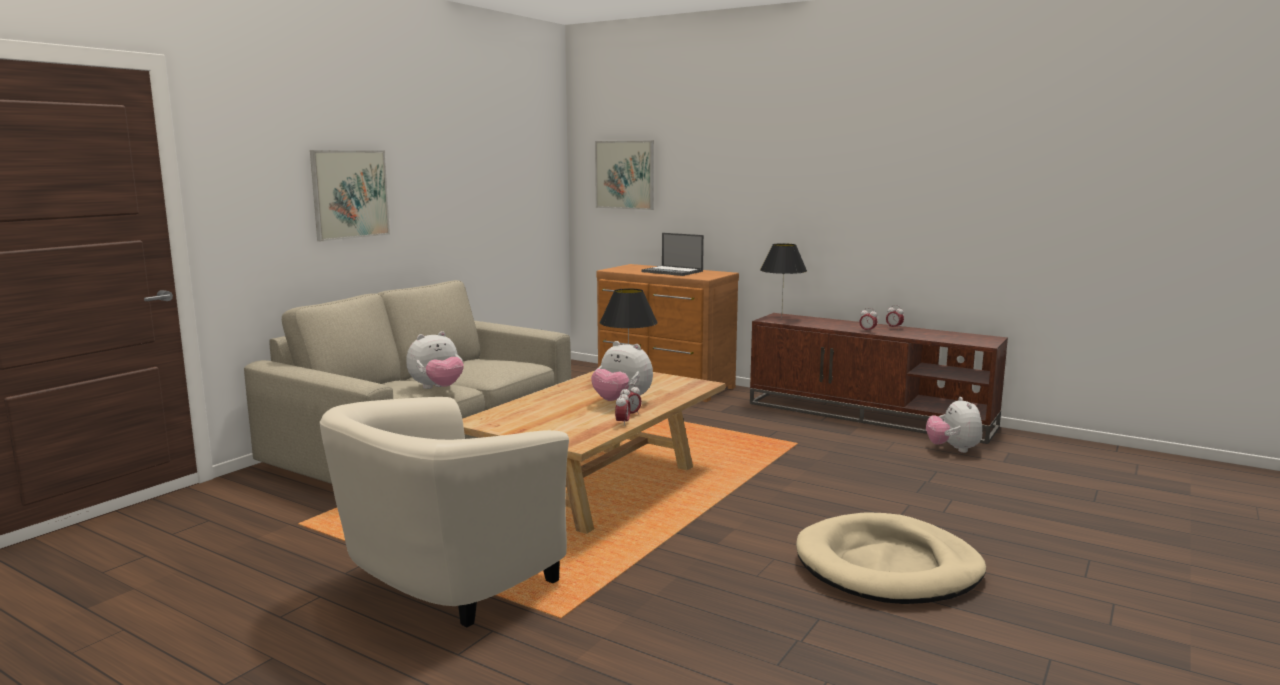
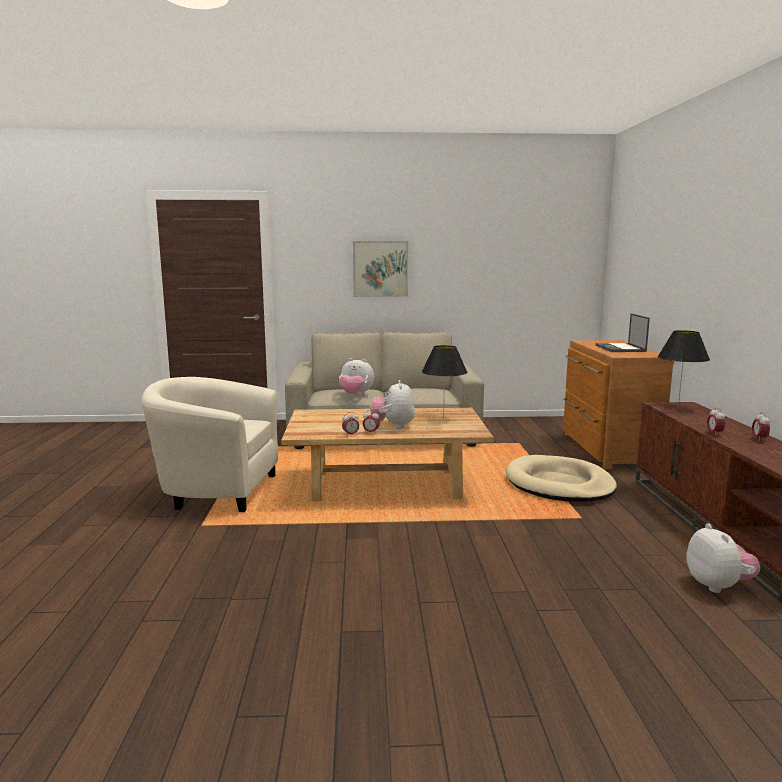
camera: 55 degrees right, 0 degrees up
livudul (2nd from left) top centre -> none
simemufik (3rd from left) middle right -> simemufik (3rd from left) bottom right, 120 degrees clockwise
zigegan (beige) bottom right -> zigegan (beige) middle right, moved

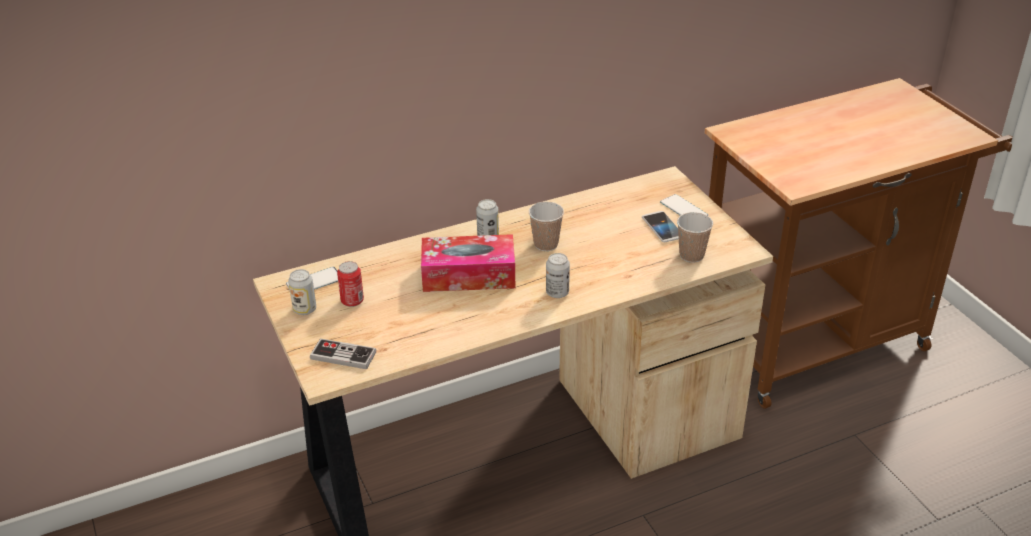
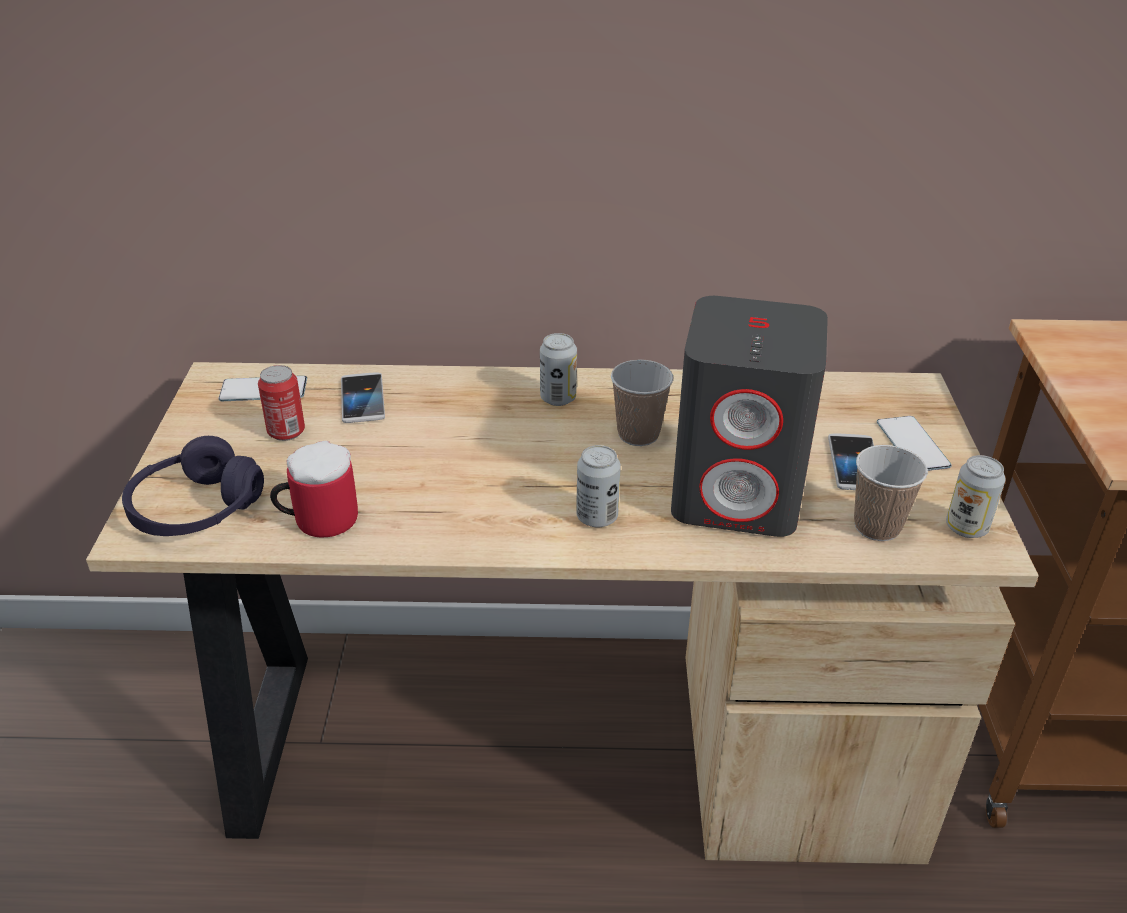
camera: 25 degrees right, 0 degrees up
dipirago centre -> none
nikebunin (1st from left in the first image) middle left -> nikebunin (4th from left) middle right, moved
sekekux middle left -> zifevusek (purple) middle left
none -> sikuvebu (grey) centre
none -> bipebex (2nd from left) middle left
none -> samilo middle left

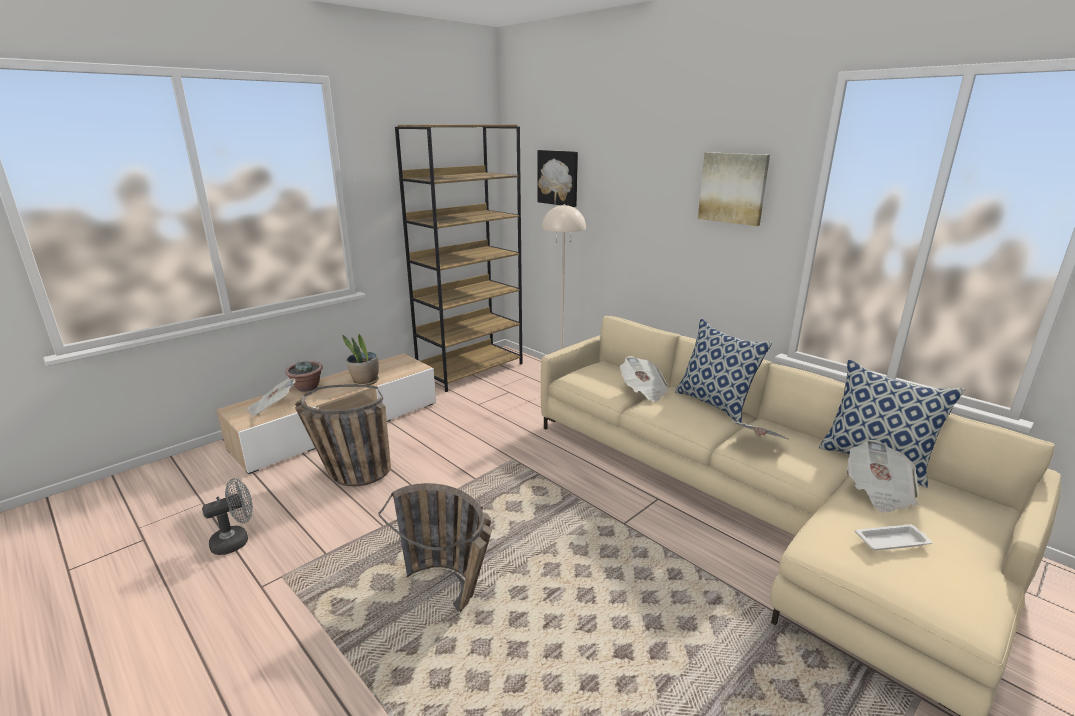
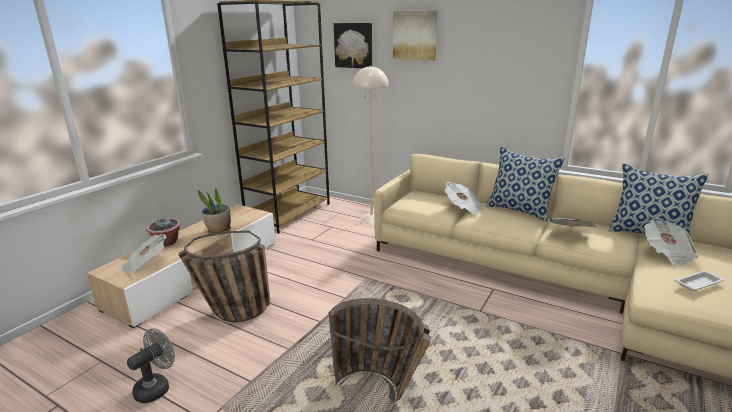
camera: 15 degrees left, 0 degrees up
livudul (2nd from left) top right -> livudul (2nd from left) top centre, moved

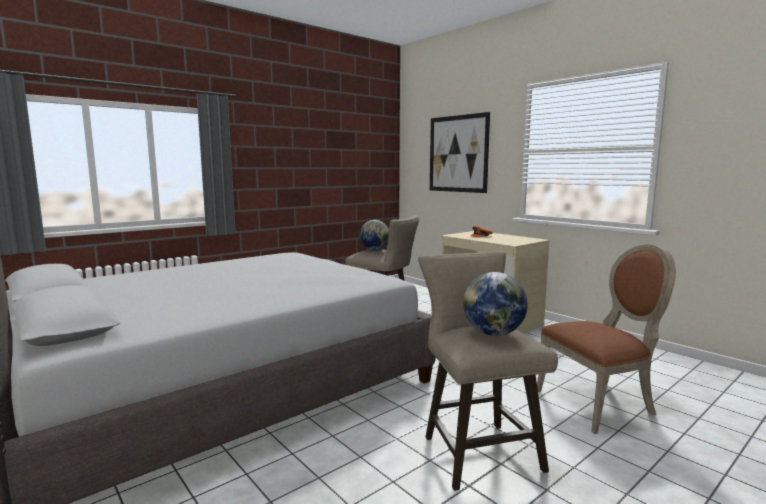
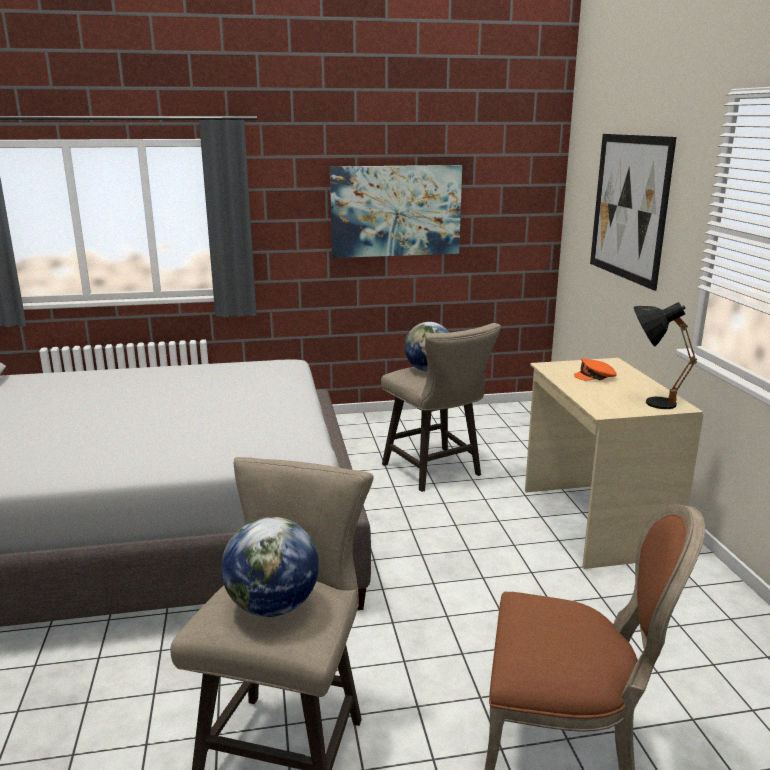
camera: 30 degrees right, 10 degrees up
none -> livudul (1st from left) top centre
none -> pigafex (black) middle right

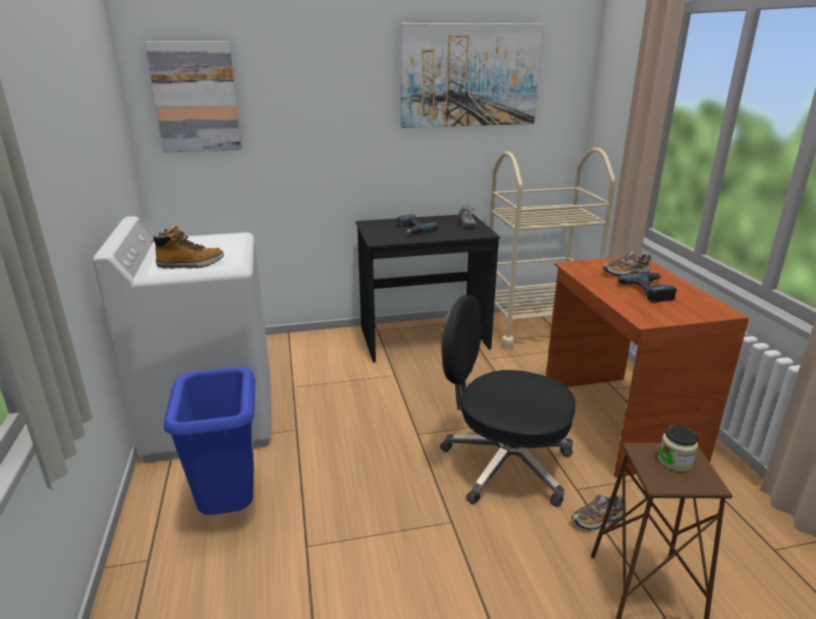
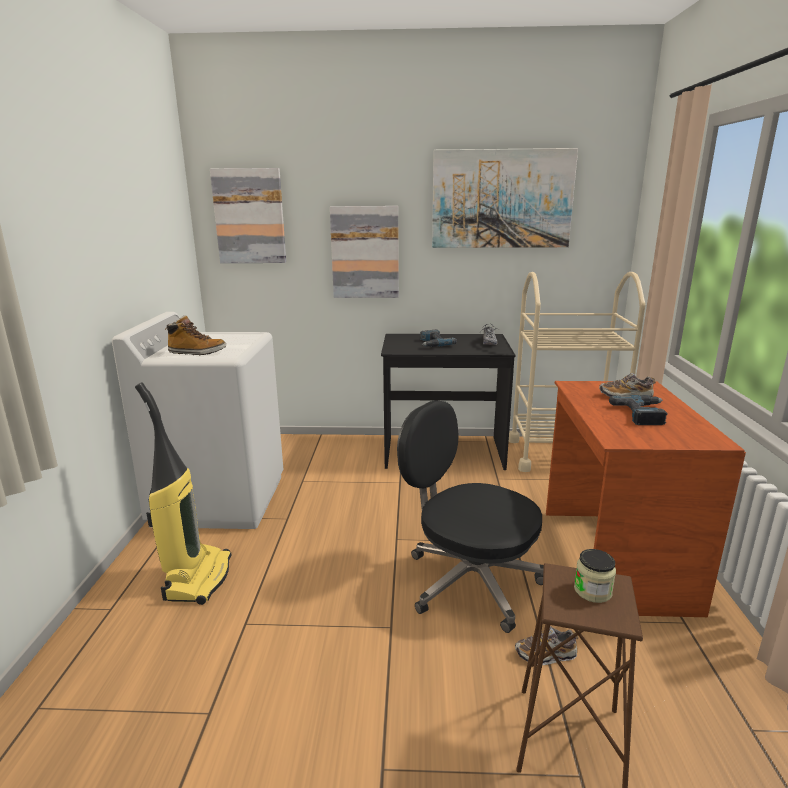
camera: 15 degrees right, 5 degrees down
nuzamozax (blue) bottom left -> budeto middle left
none -> livudul (2nd from left) top centre

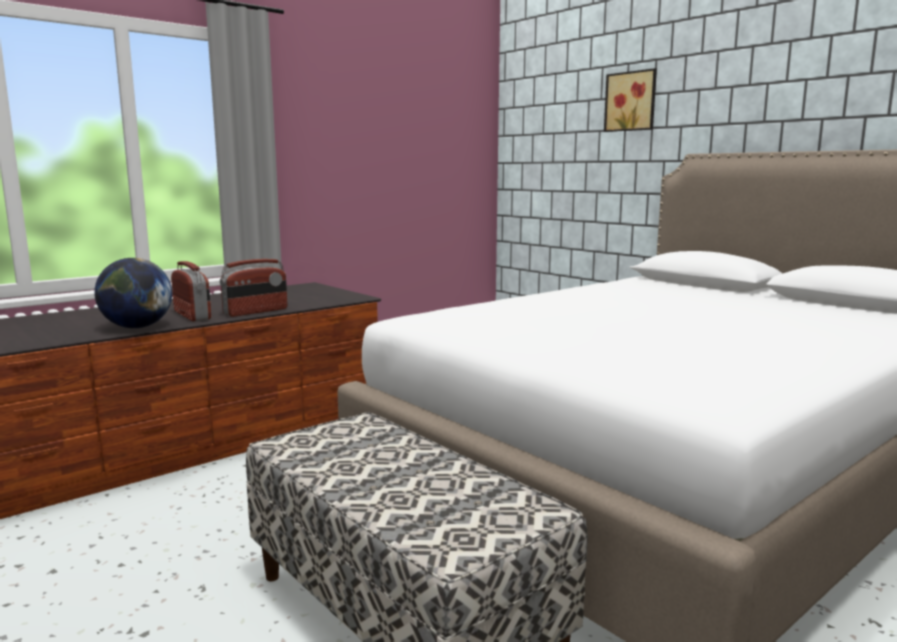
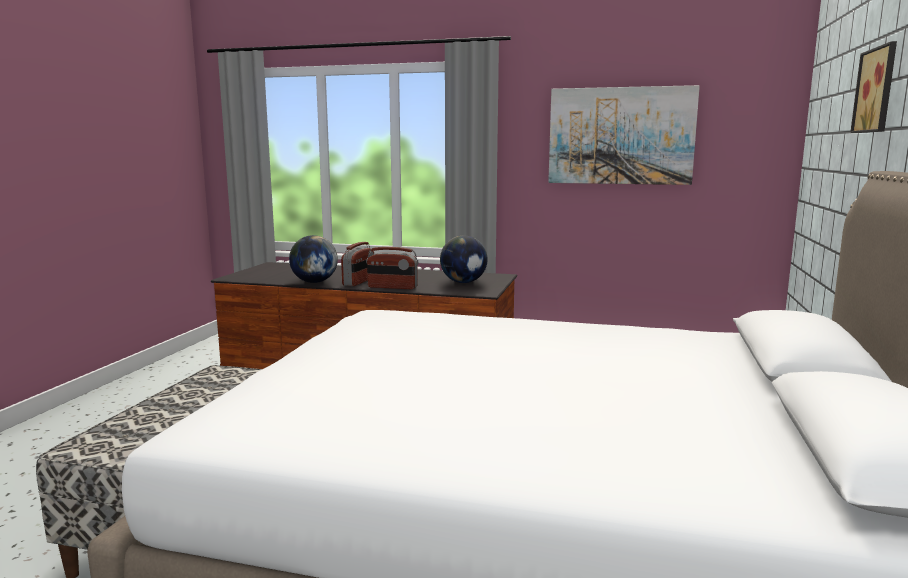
camera: 55 degrees right, 0 degrees up
none -> livudul (1st from left) top right
none -> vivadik (2nd from left) centre

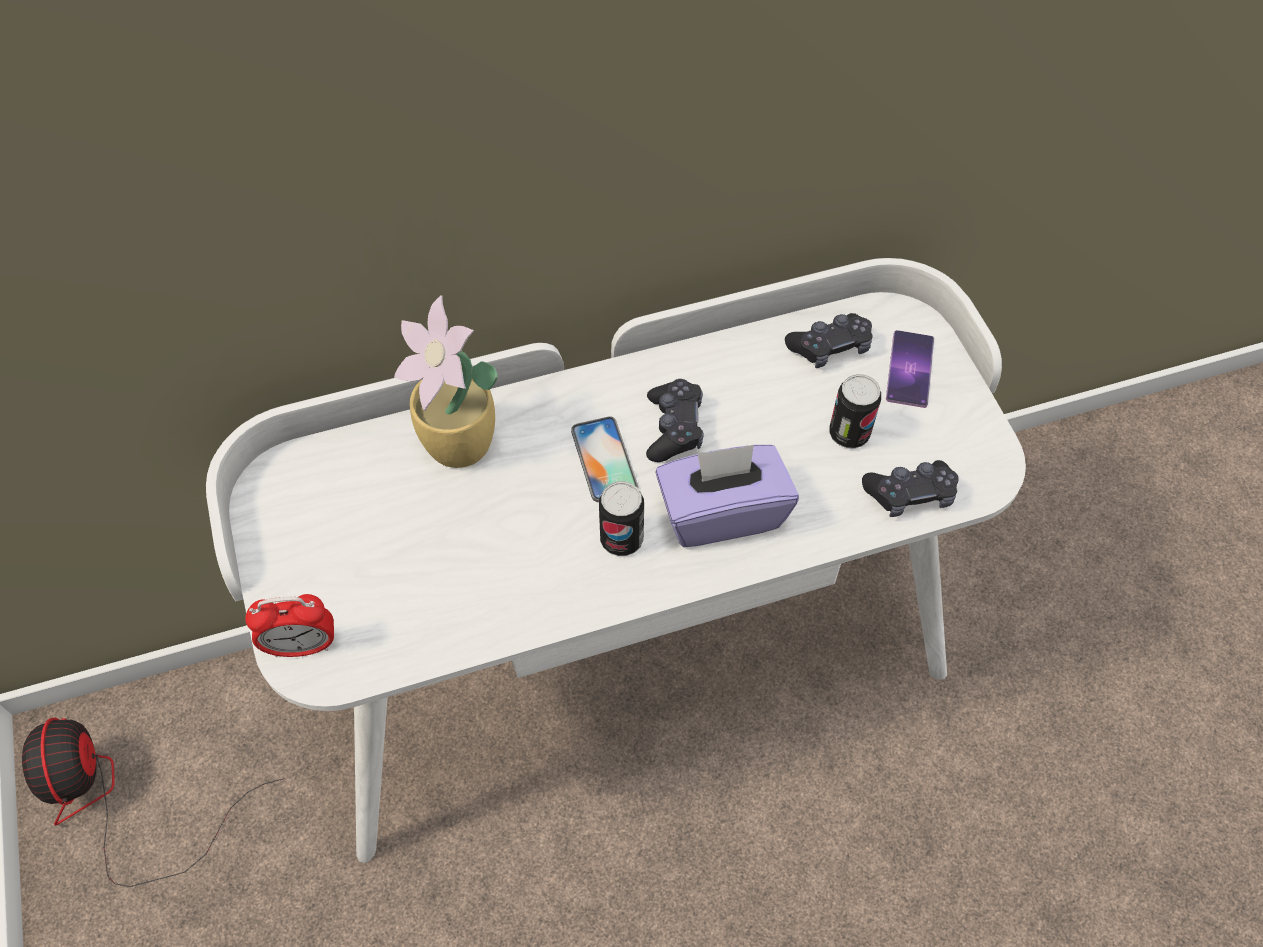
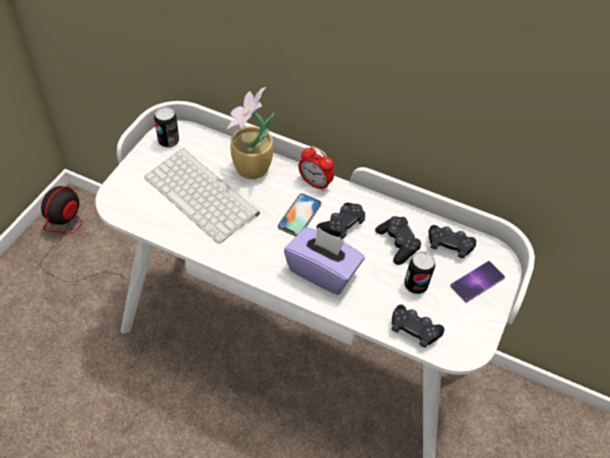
camera: 40 degrees right, 5 degrees down
nikebunin (1st from left) centre -> nikebunin (1st from left) top left, moved
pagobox middle left -> pagobox centre, moved
none -> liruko middle left
none -> sekekux (black) (2nd from left) centre

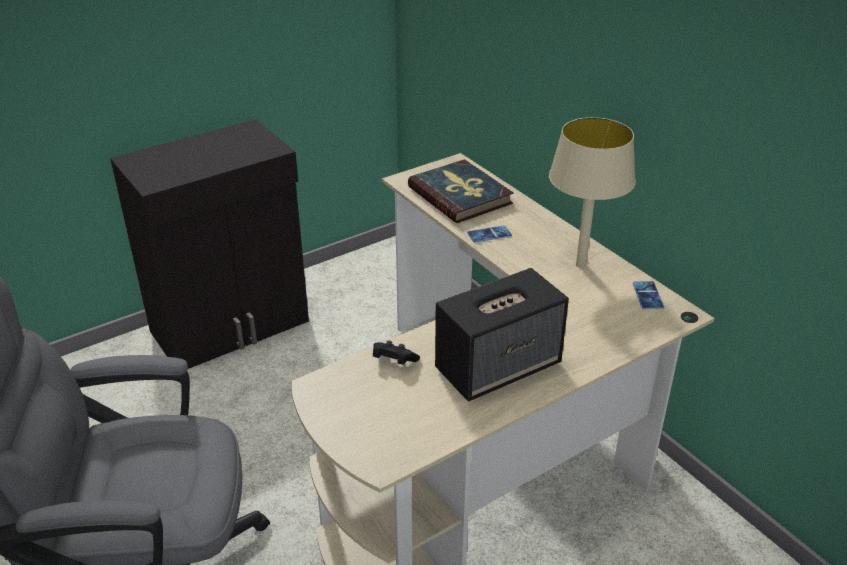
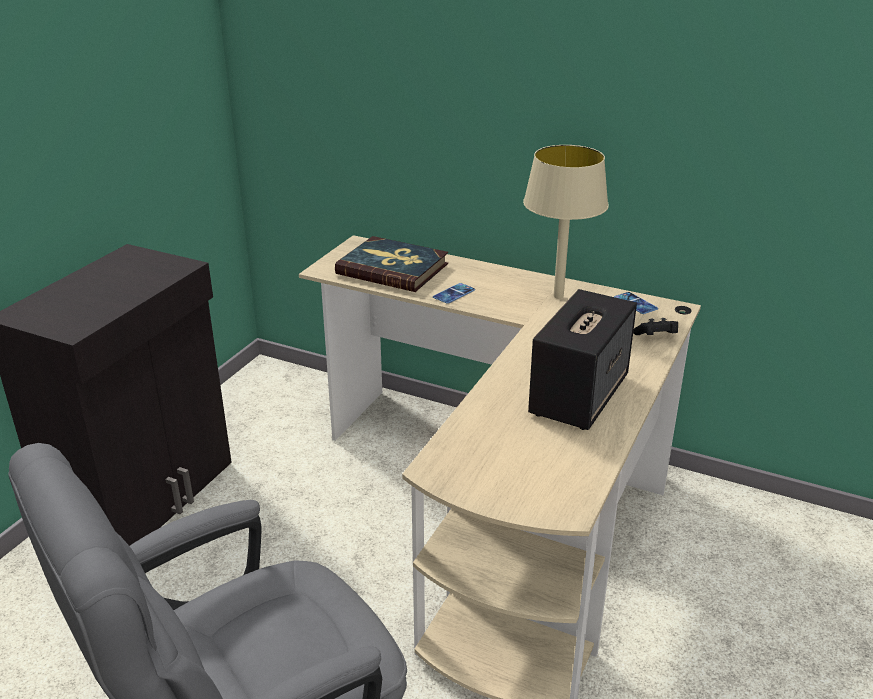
camera: 30 degrees left, 5 degrees down
sekekux (black) centre -> sekekux (black) middle right, moved

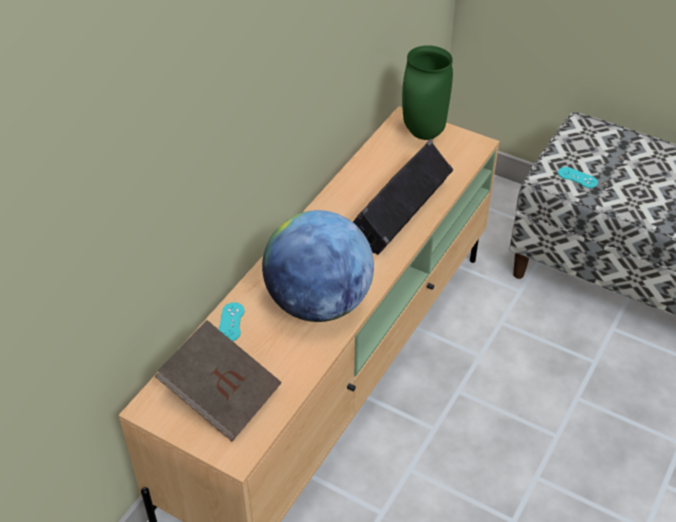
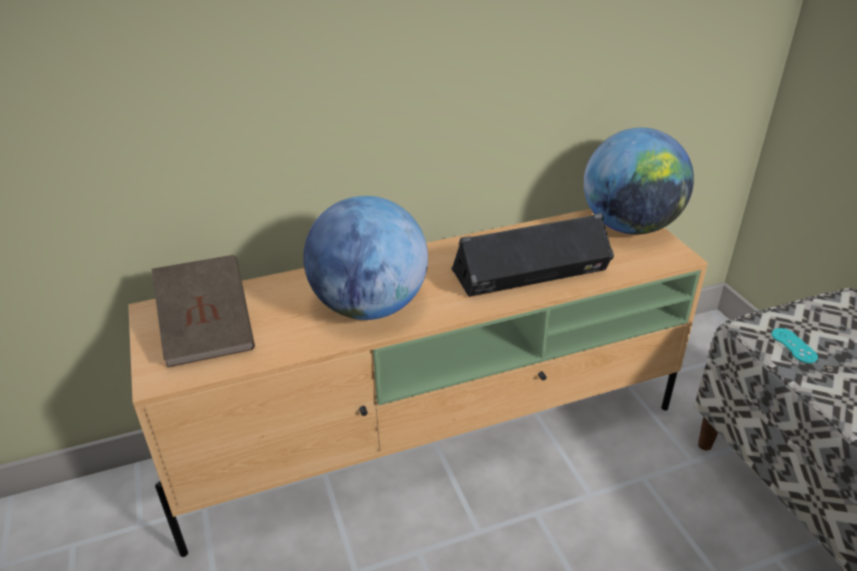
camera: 40 degrees right, 10 degrees down
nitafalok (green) top centre -> vivadik (2nd from left) top right
sekekux (turquoise) (1st from left) centre -> none

